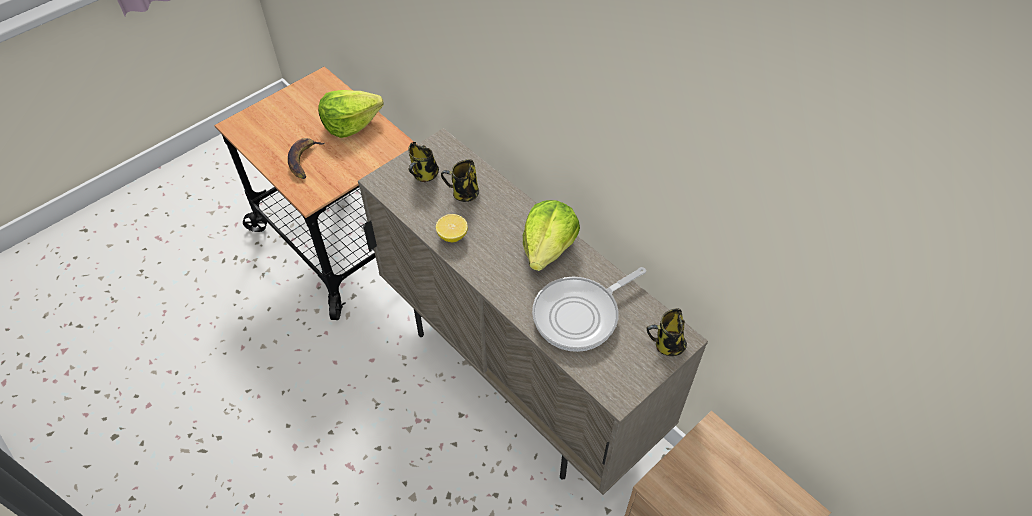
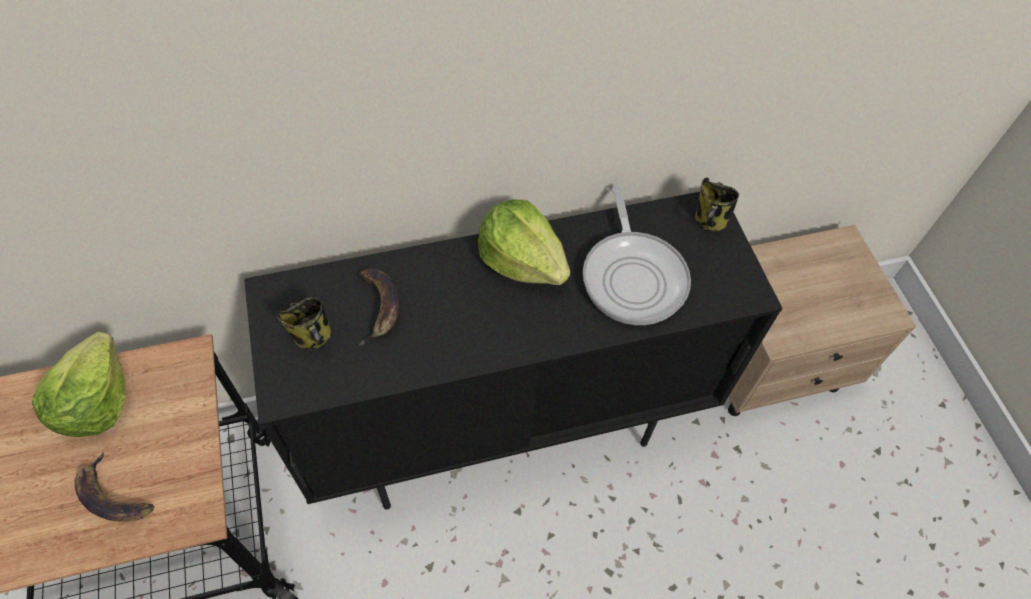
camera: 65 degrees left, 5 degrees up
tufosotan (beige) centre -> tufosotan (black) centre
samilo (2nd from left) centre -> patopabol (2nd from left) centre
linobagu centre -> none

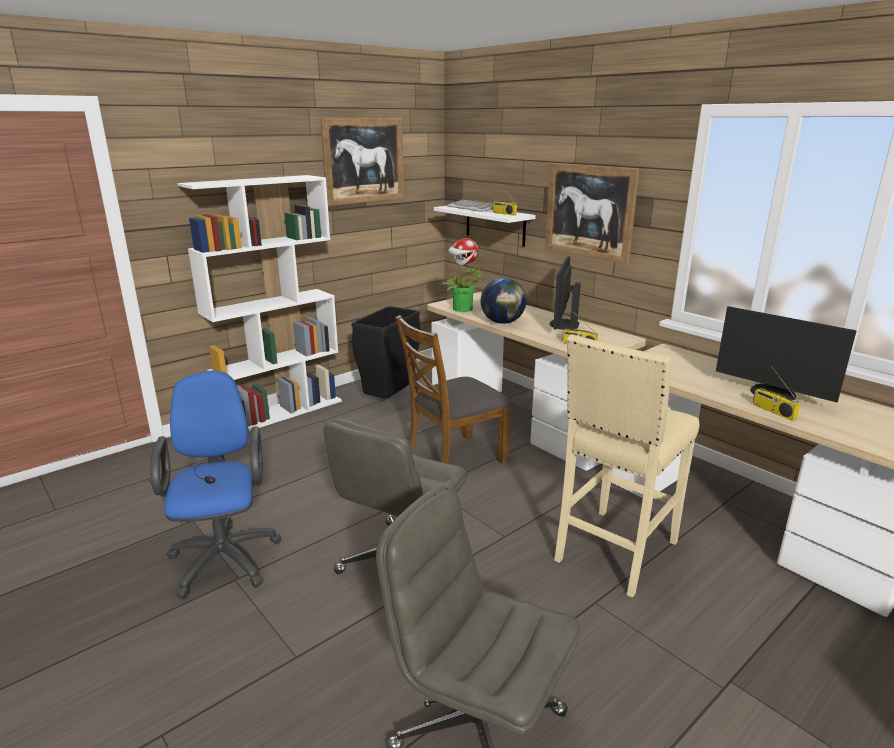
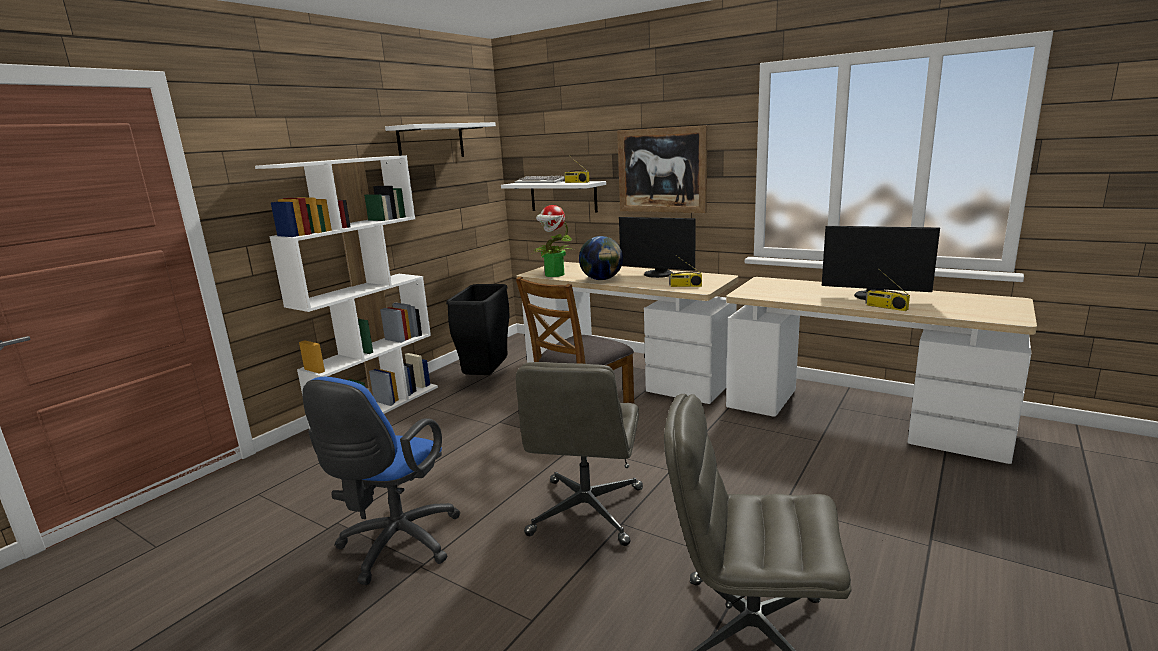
camera: 15 degrees left, 5 degrees down
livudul (1st from left) top centre -> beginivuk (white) (1st from left) top centre
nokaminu (1st from left) centre, 60 degrees counterclockwise
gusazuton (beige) middle right -> none
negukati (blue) middle left -> negukati (blue) bottom left, 135 degrees counterclockwise

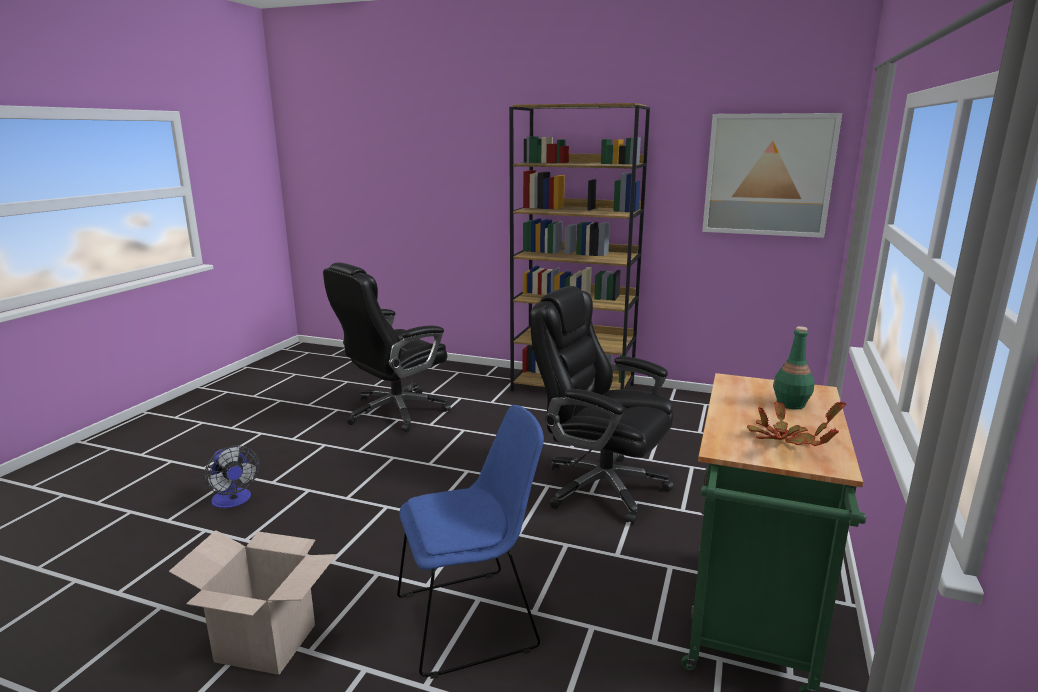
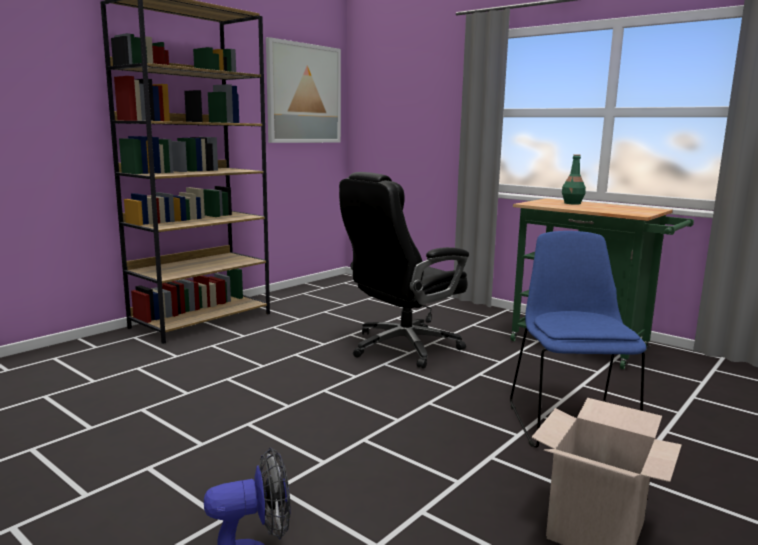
camera: 70 degrees left, 5 degrees down
negukati (black) (1st from left) centre -> none
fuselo middle right -> none

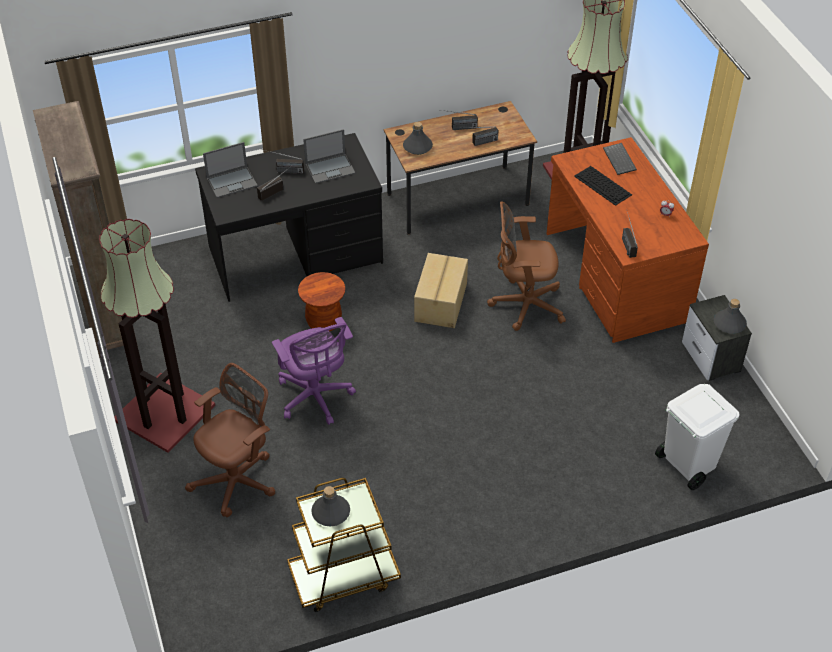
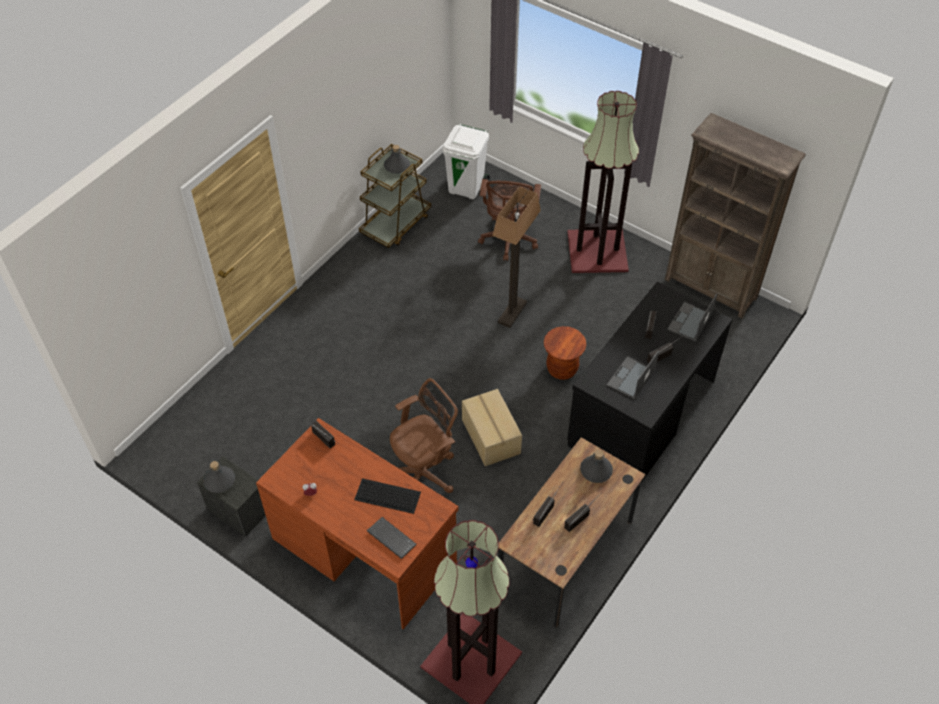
camera: 145 degrees right, 5 degrees up
negukati (purple) centre -> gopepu (2nd from left) centre
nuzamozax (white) bottom right -> nuzamozax (white) top centre, moved

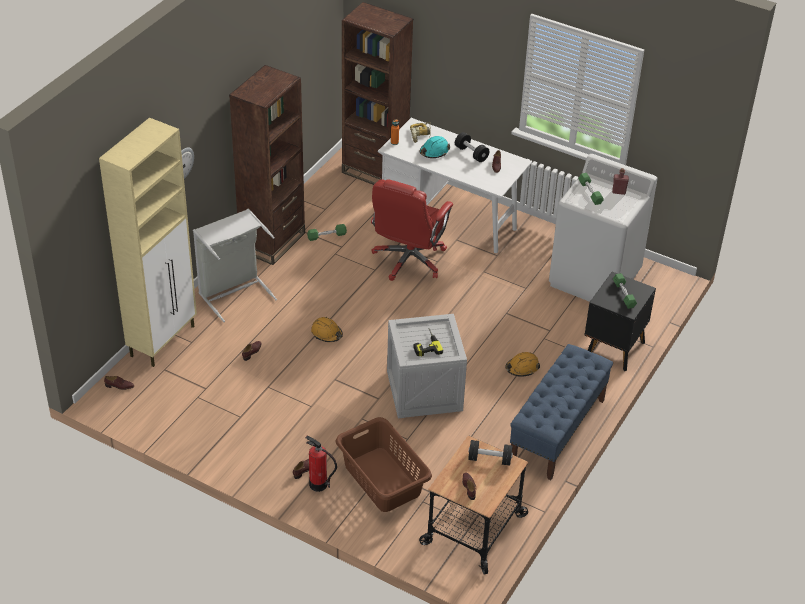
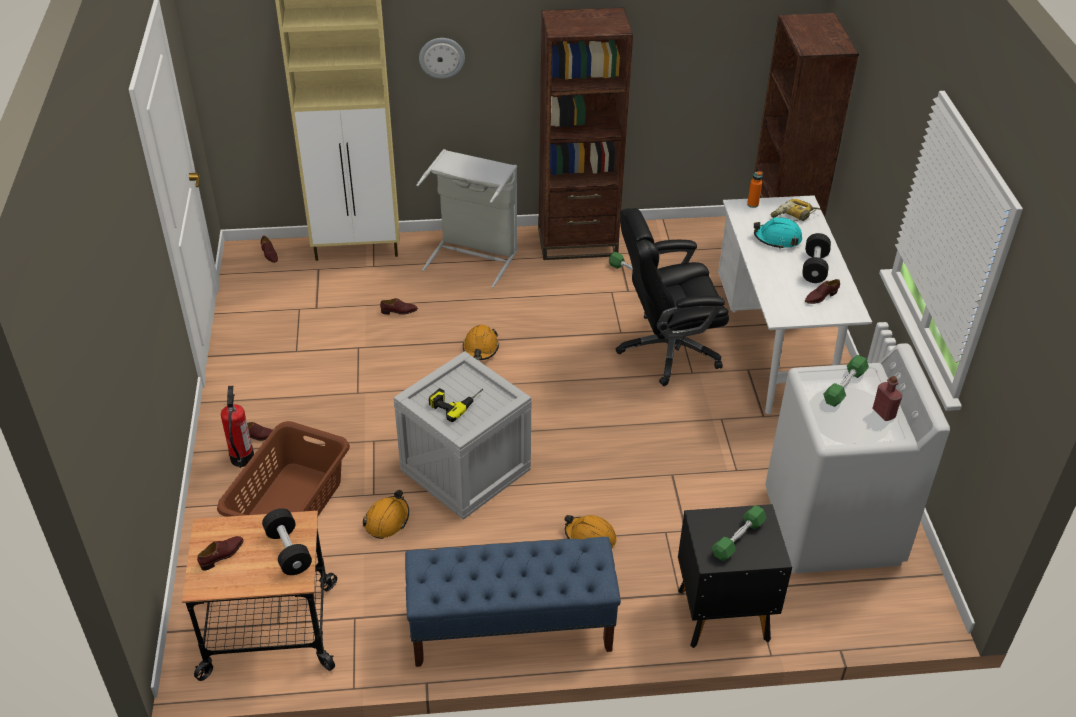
camera: 55 degrees right, 0 degrees up
negukati (red) centre -> negukati (black) centre
none -> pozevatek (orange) (1st from left) bottom centre

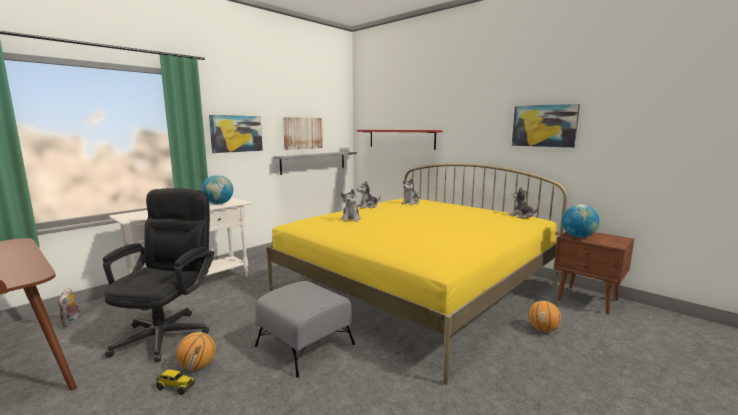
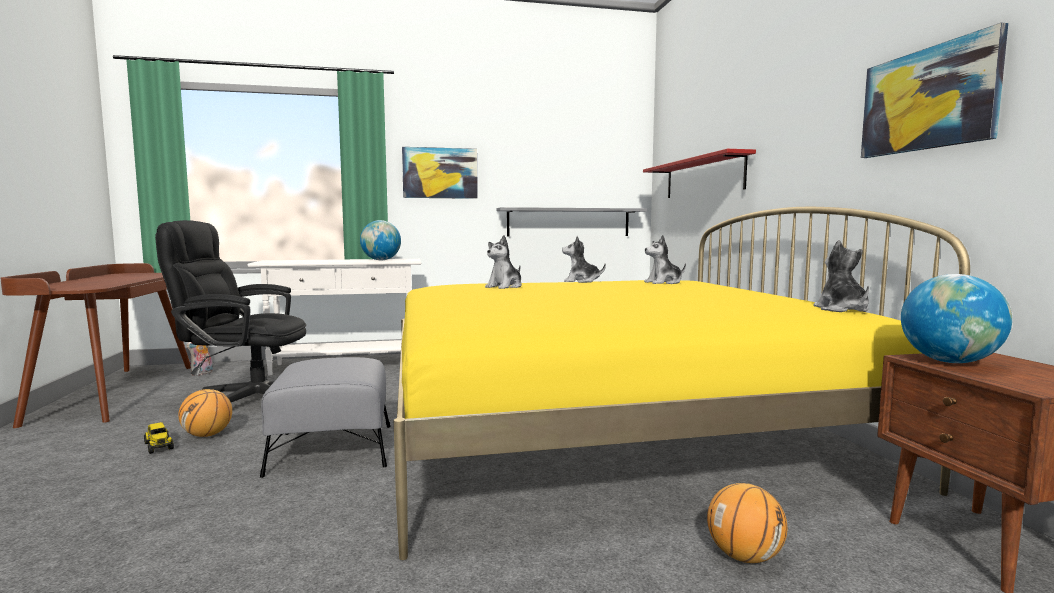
camera: 35 degrees right, 5 degrees down
livudul (2nd from left) top centre -> none
negukati (black) middle left, 135 degrees counterclockwise

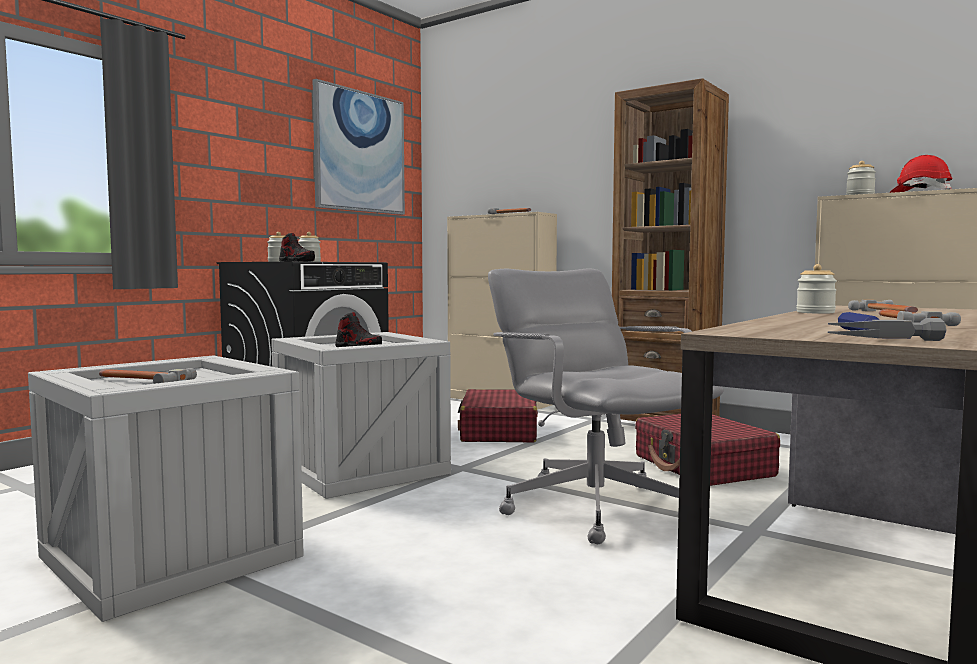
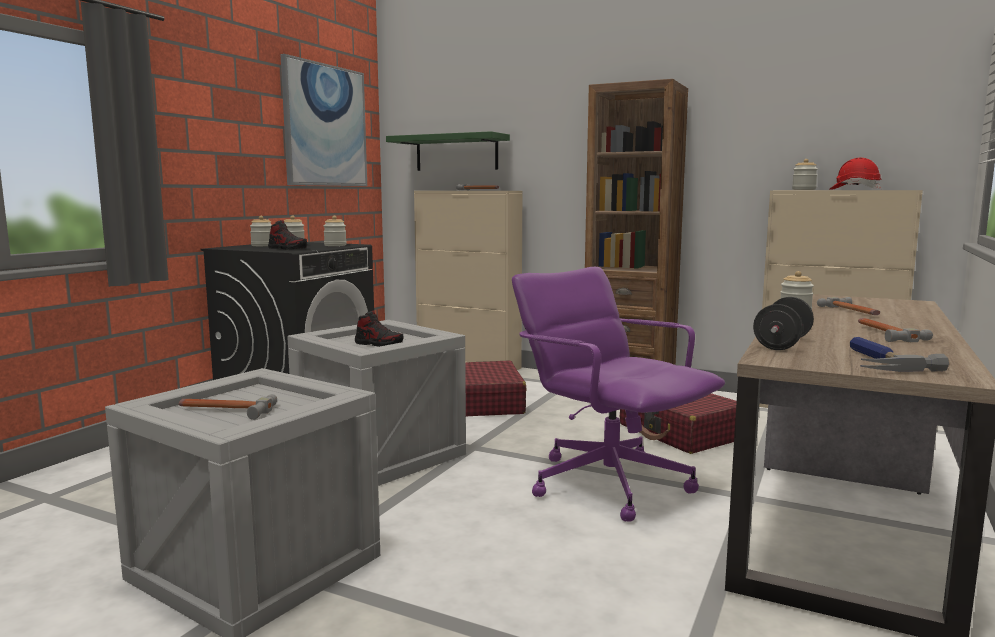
camera: 10 degrees left, 5 degrees up
negukati (grey) centre -> negukati (purple) centre
none -> beginivuk (green) top centre
none -> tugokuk (3rd from left) centre
none -> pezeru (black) middle right

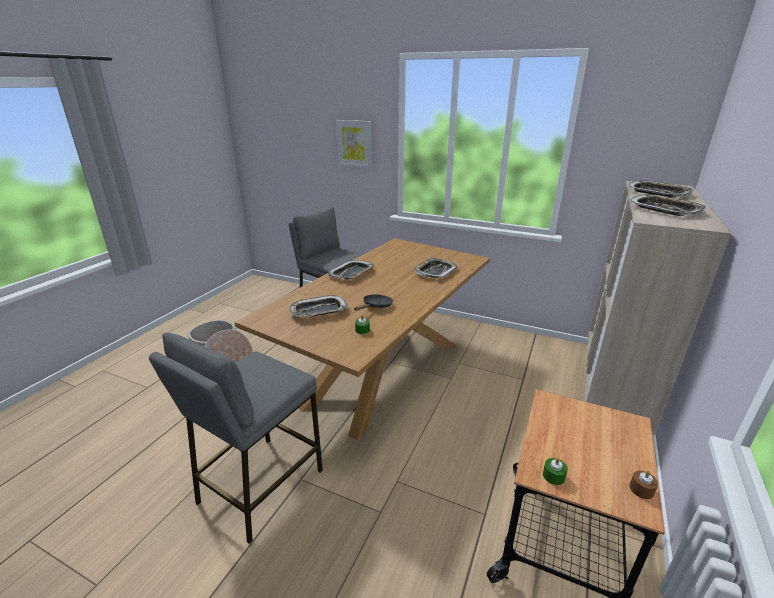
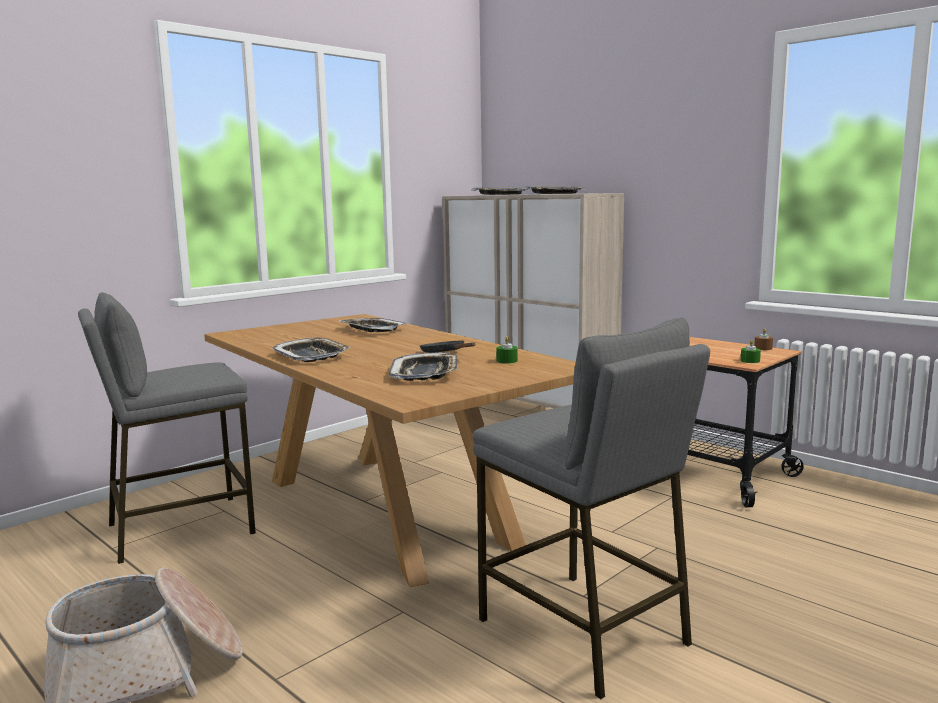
camera: 70 degrees left, 15 degrees down
livudul top centre -> none

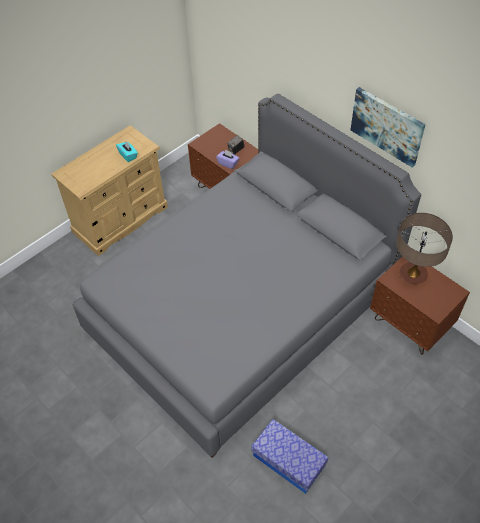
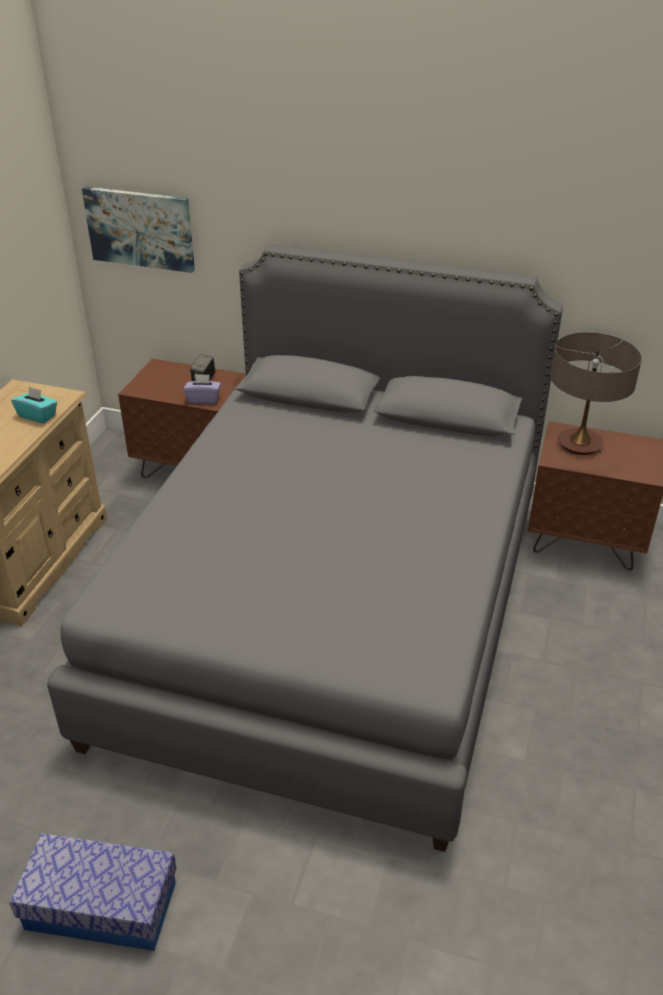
camera: 30 degrees left, 15 degrees down
livudul top right -> livudul top left, moved
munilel bottom centre -> munilel bottom left, moved

